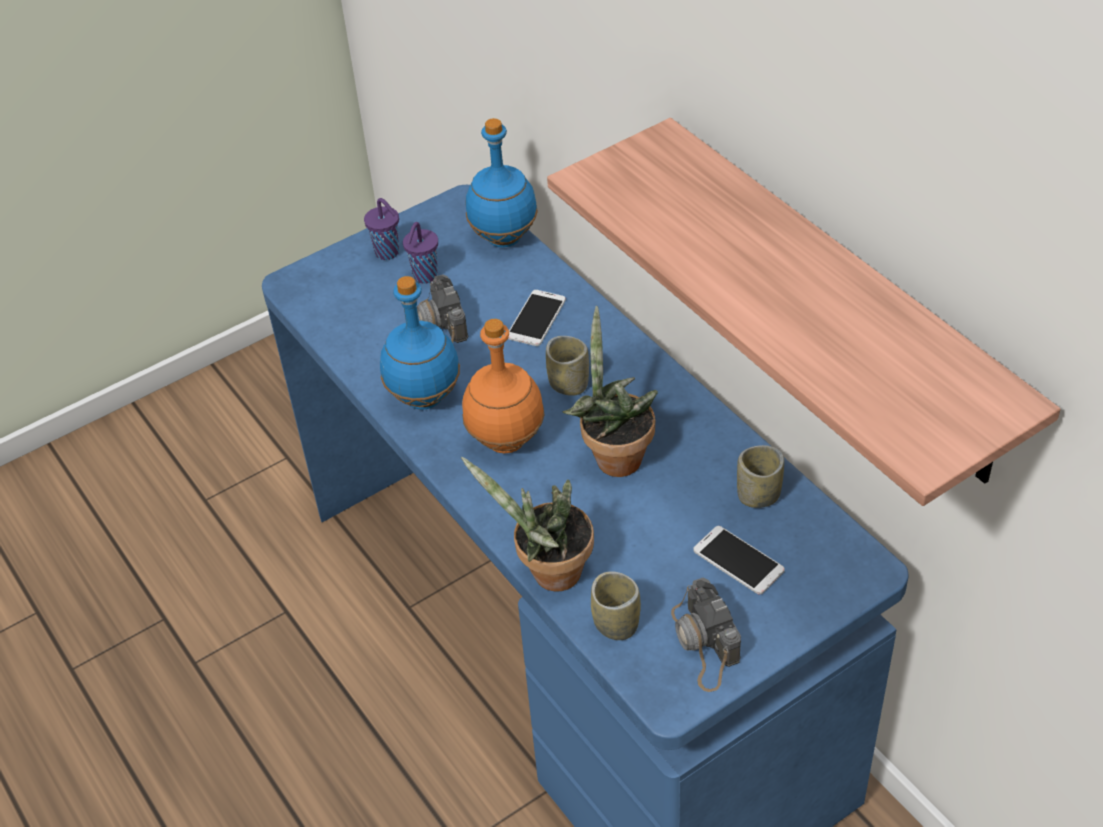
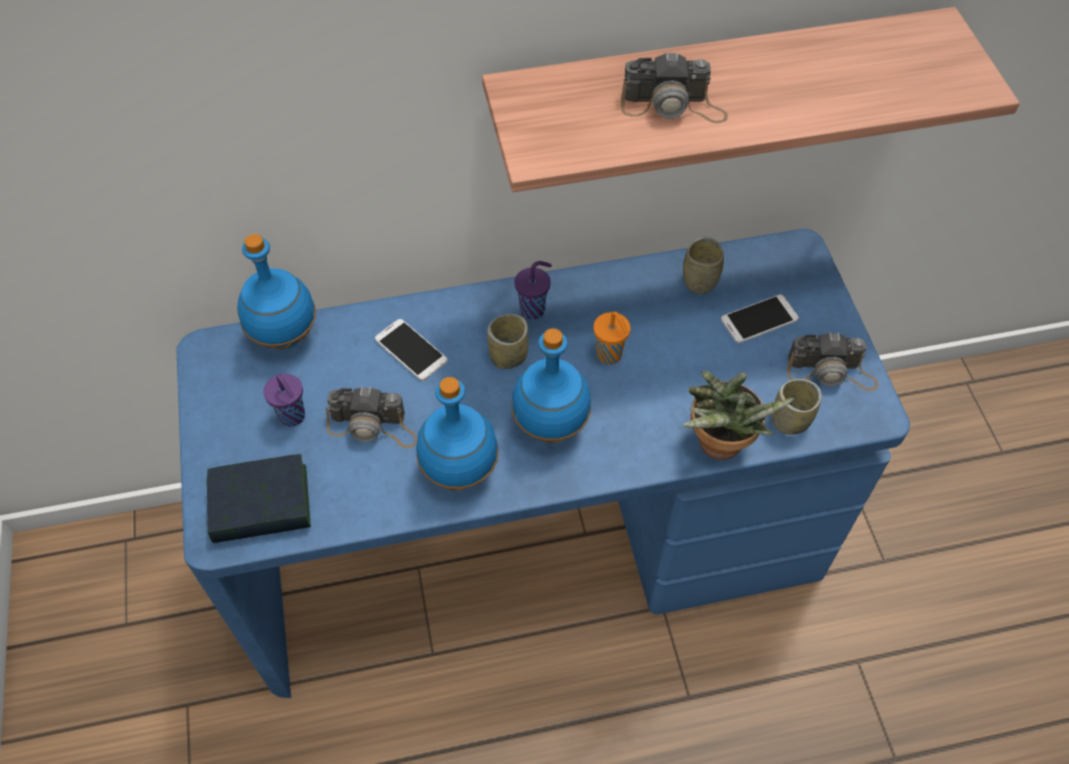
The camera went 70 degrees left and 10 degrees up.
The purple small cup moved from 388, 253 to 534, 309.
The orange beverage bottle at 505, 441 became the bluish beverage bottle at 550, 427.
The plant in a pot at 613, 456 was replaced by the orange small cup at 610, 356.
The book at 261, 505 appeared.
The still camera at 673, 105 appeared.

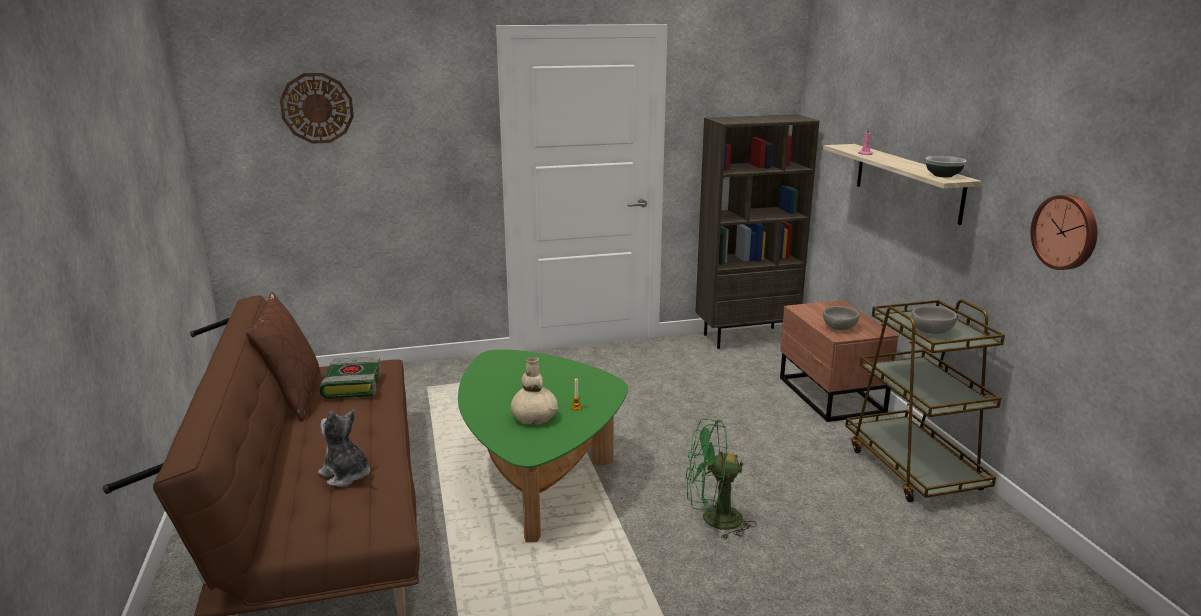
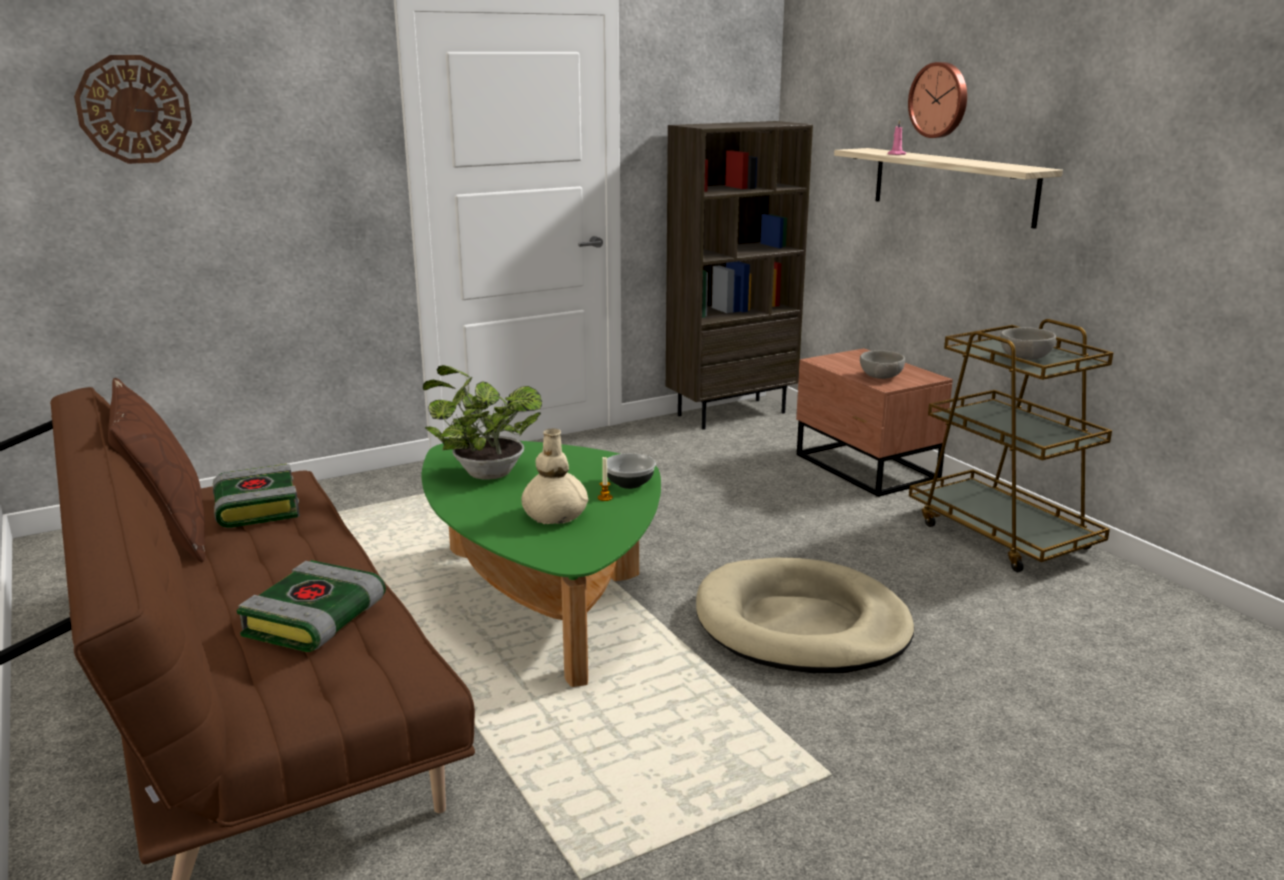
The camera went 15 degrees left and 0 degrees up.
The soft toy at 346, 475 was replaced by the book at 315, 621.
The greenish cooling fan at 713, 520 was replaced by the sand-coloured pet bed at 801, 624.
The serving bowl moved from 943, 175 to 630, 484.
The hanging clock moved from 1066, 232 to 940, 100.
The plant in a pot at 484, 473 appeared.

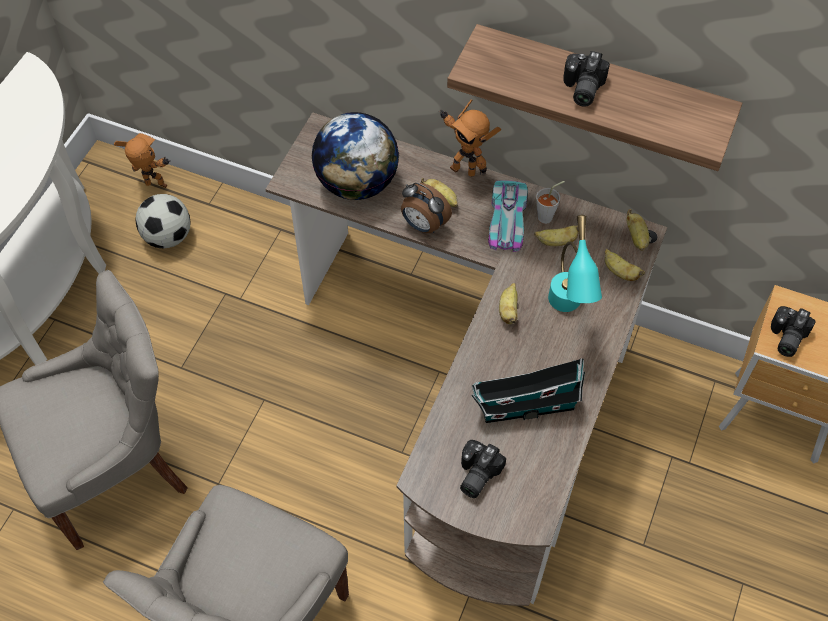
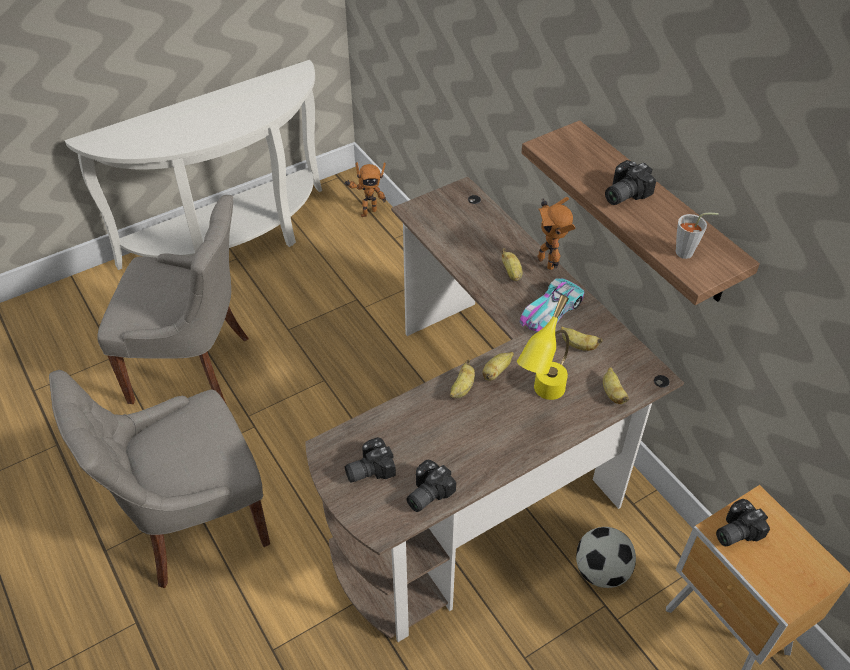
The camera went 35 degrees right and 10 degrees down.
The robot figure at 155, 188 turned 105 degrees clockwise.
The football ball moved from 168, 236 to 601, 571.
The globe at 356, 183 disappeared.
The bedside clock at 423, 225 disappeared.
The model house at 523, 406 disappeared.
The gray small cup moved from 548, 216 to 688, 253.
The blue-green lamp for a table at 566, 312 became the yellow-coloured lamp for a table at 542, 398.
The banana fruit moved from 636, 238 to 462, 388.
The still camera at 426, 493 appeared.

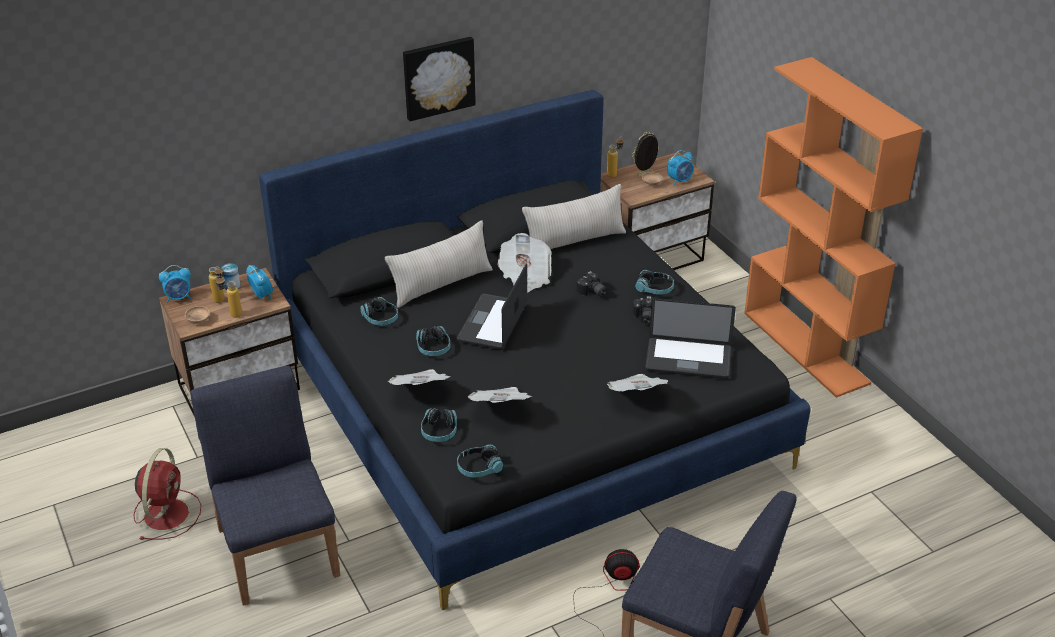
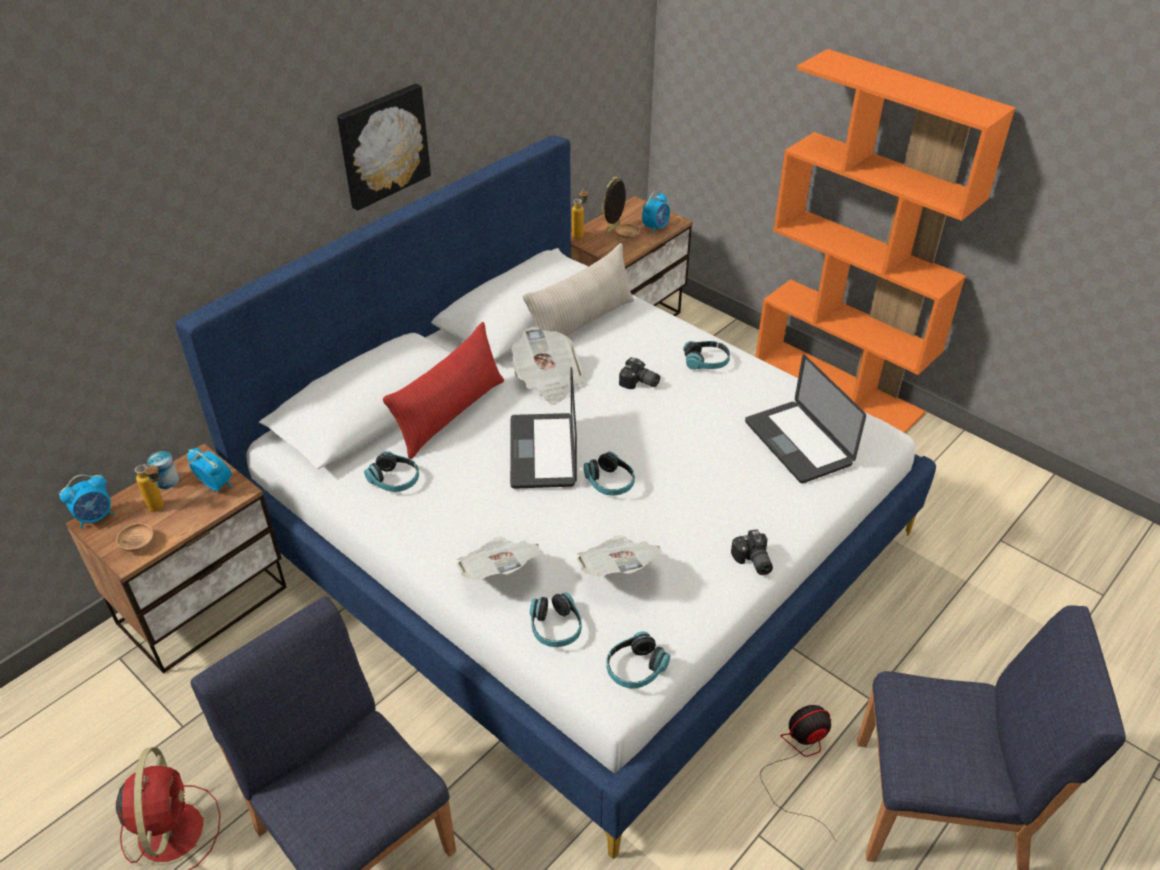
The camera went 20 degrees left and 5 degrees up.
The beverage bottle at 231, 314 disappeared.
The black-coloured bedroom bed at 527, 406 became the white-coloured bedroom bed at 579, 536.
The sand-coloured pillow at 441, 284 became the red pillow at 450, 414.
The pair of headphones moved from 433, 348 to 610, 482.
The newspaper at 636, 395 disappeared.
The still camera moved from 644, 317 to 752, 561.
The laptop at 688, 359 turned 75 degrees clockwise.

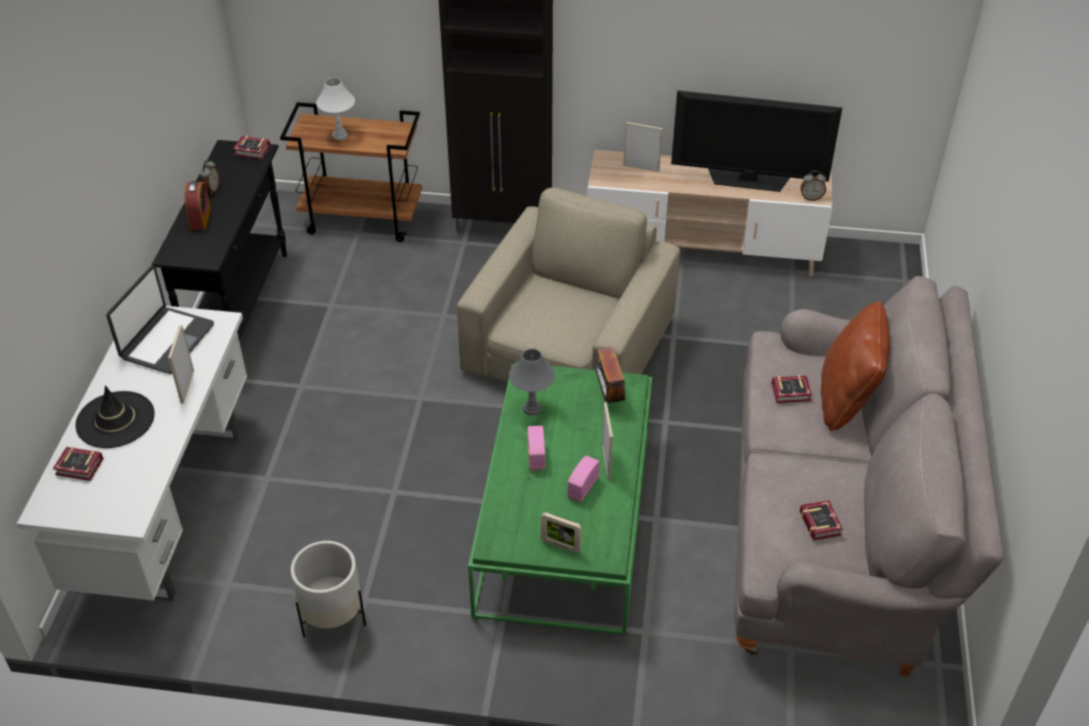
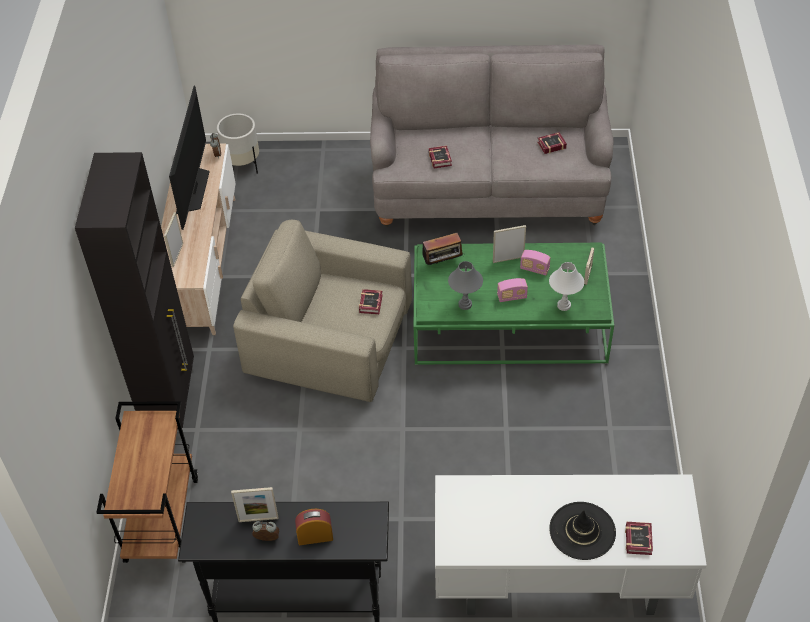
The camera went 95 degrees left and 5 degrees up.
The laptop at 166, 341 disappeared.
The standing frame moved from 187, 386 to 258, 519.
The book moved from 253, 151 to 371, 303.
The white-coloured flower pot moved from 332, 616 to 242, 164.
The white-coloured lamp for a table moved from 339, 136 to 564, 306.
The brown-coloured pillow at 846, 400 disappeared.

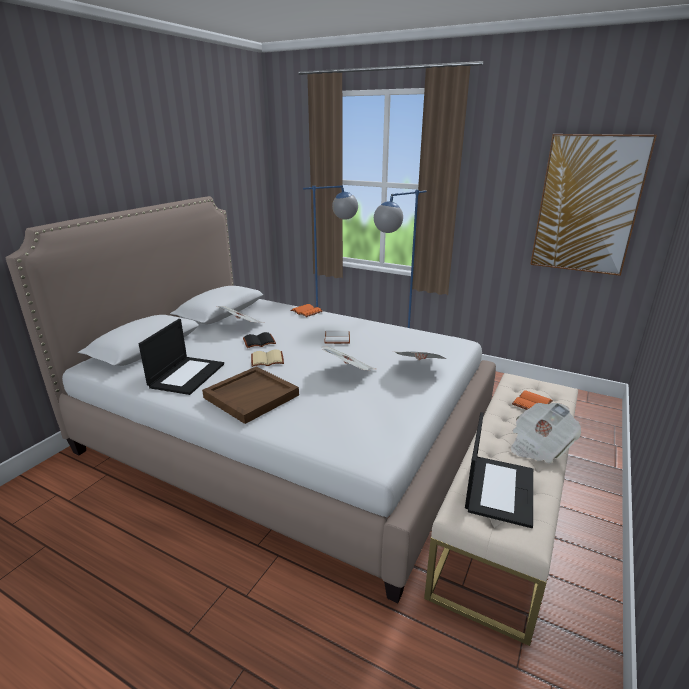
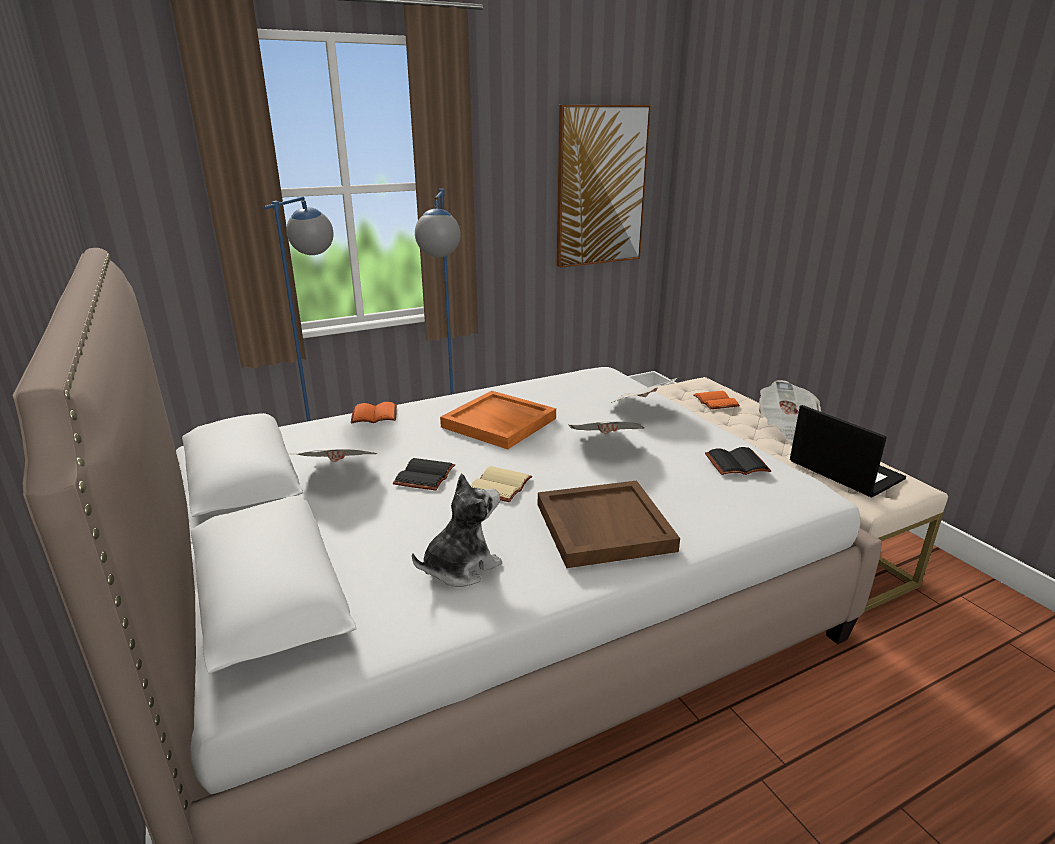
The camera went 55 degrees left and 0 degrees up.
The laptop at 187, 375 was replaced by the soft toy at 460, 567.
The white-coloured book at 338, 338 was replaced by the orange tray at 500, 423.
The black-coloured book at 737, 463 appeared.

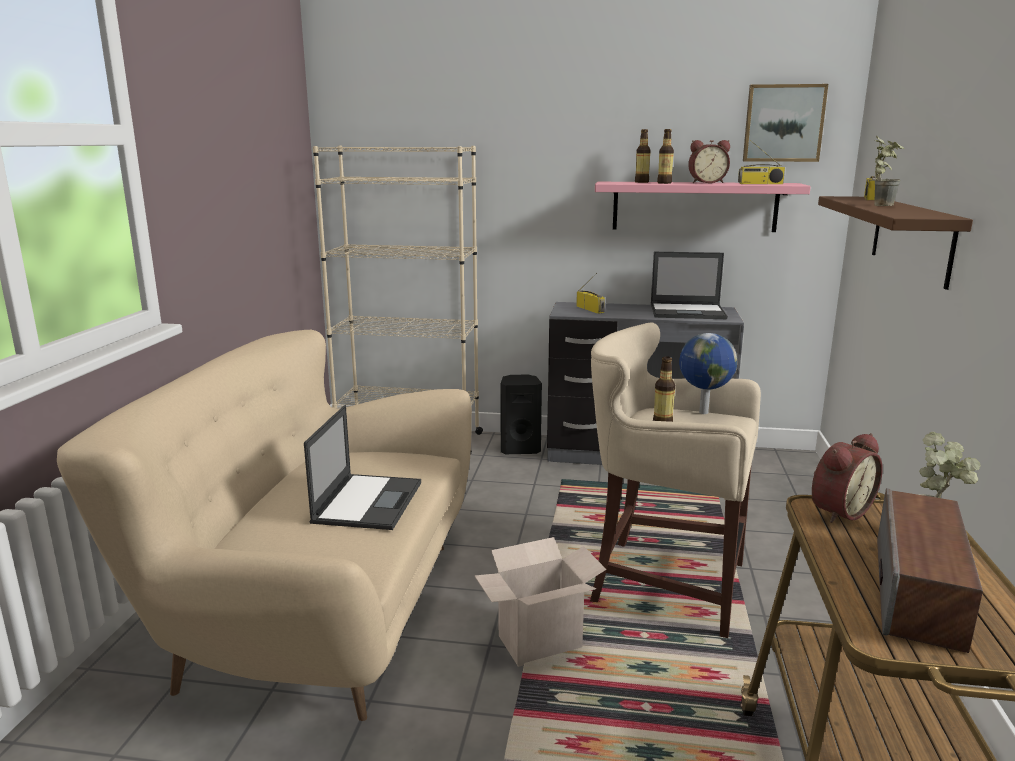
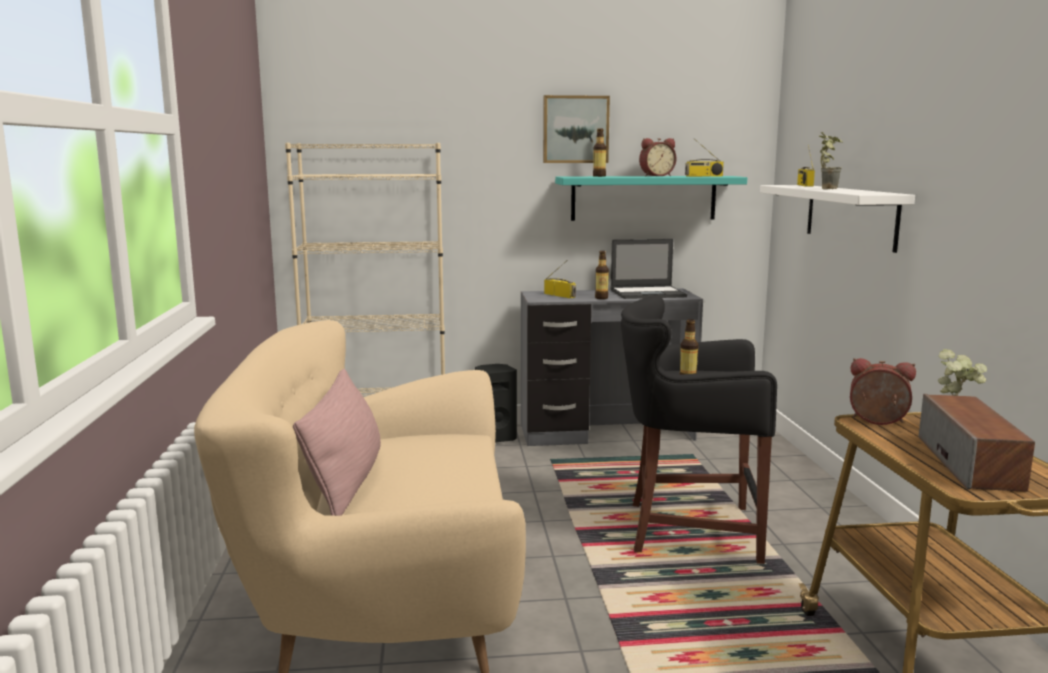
The camera went 15 degrees left and 5 degrees down.
The laptop at 368, 501 disappeared.
The cardboard box at 538, 644 disappeared.
The sand-coloured stool at 663, 583 became the black-coloured stool at 688, 530.
The pinkish bracket shelf at 694, 206 became the blue-green bracket shelf at 643, 198.
The beverage bottle moved from 664, 183 to 601, 298.
The globe at 702, 412 disappeared.
The wall art moved from 783, 123 to 575, 129.
The bedside clock at 837, 511 turned 105 degrees counterclockwise.
The brown-coloured bracket shelf at 911, 238 became the white-coloured bracket shelf at 850, 215.
The pinkish pillow at 345, 481 appeared.

